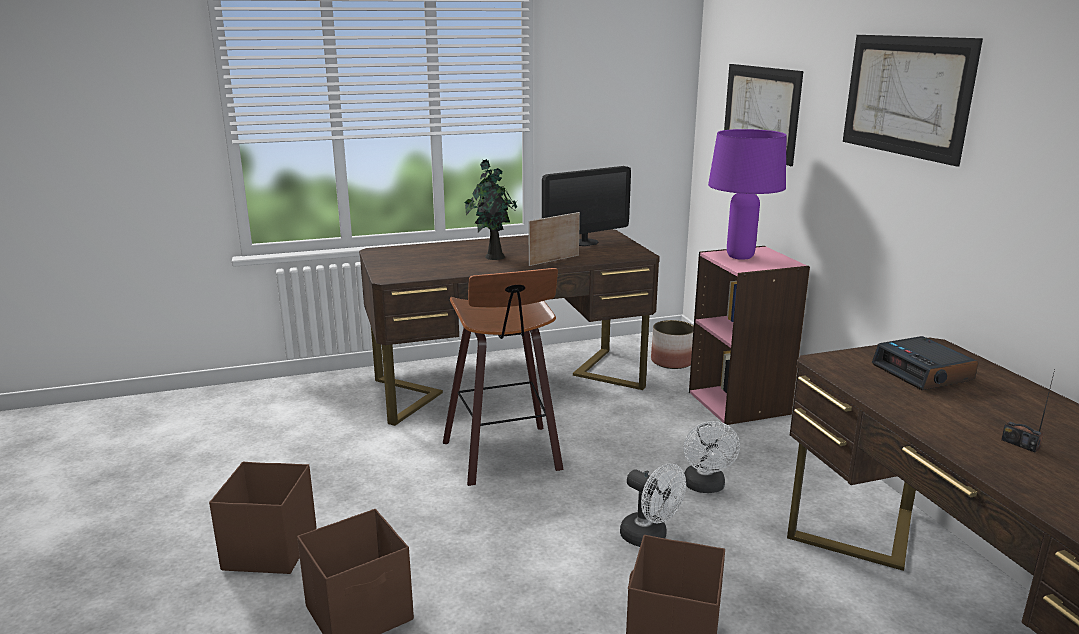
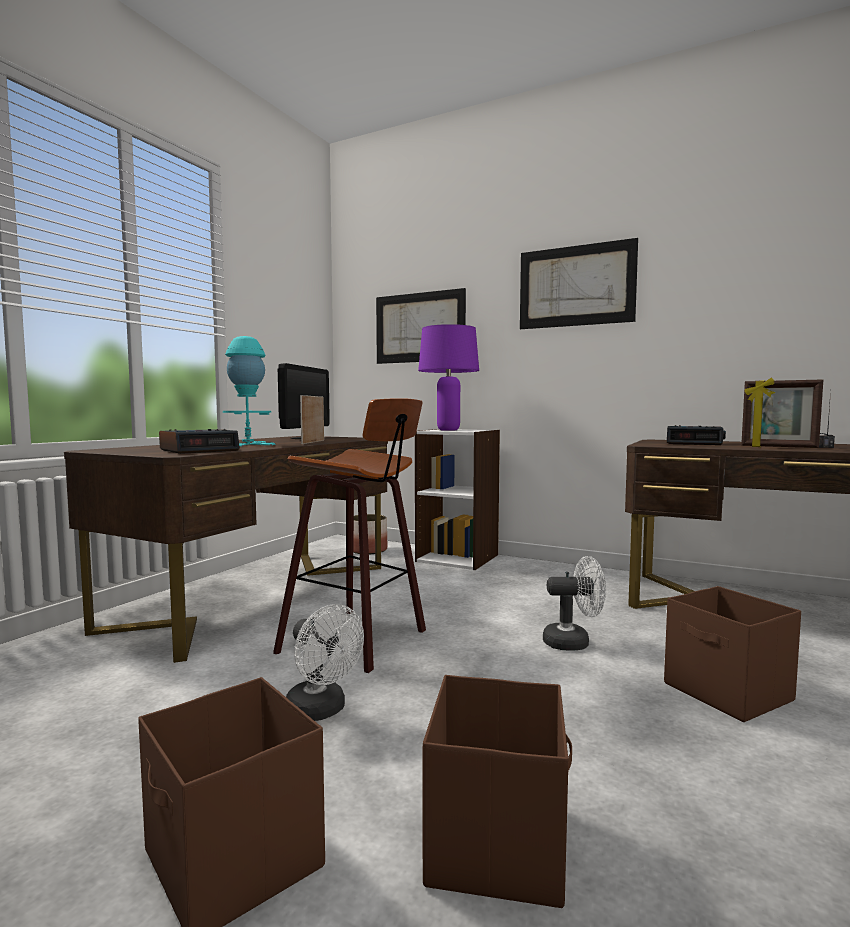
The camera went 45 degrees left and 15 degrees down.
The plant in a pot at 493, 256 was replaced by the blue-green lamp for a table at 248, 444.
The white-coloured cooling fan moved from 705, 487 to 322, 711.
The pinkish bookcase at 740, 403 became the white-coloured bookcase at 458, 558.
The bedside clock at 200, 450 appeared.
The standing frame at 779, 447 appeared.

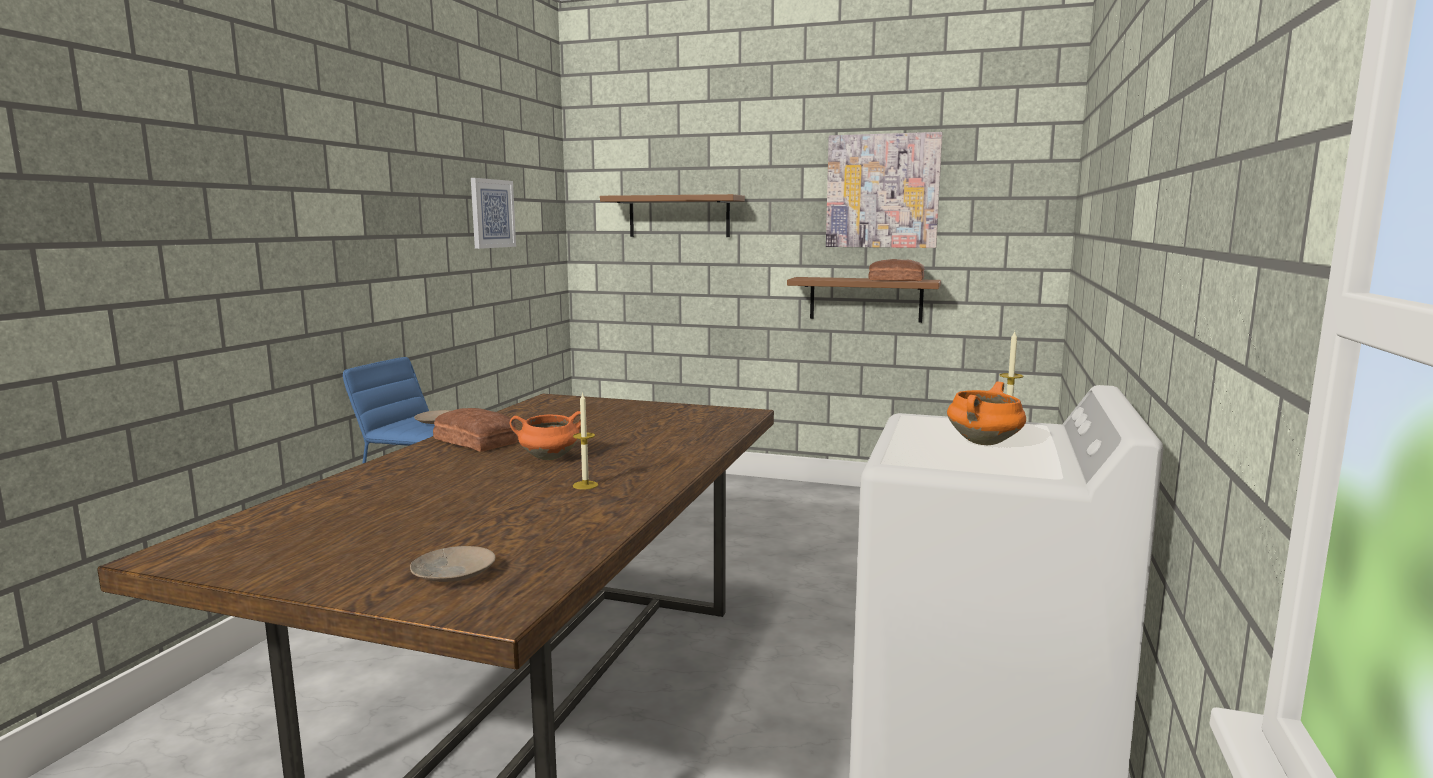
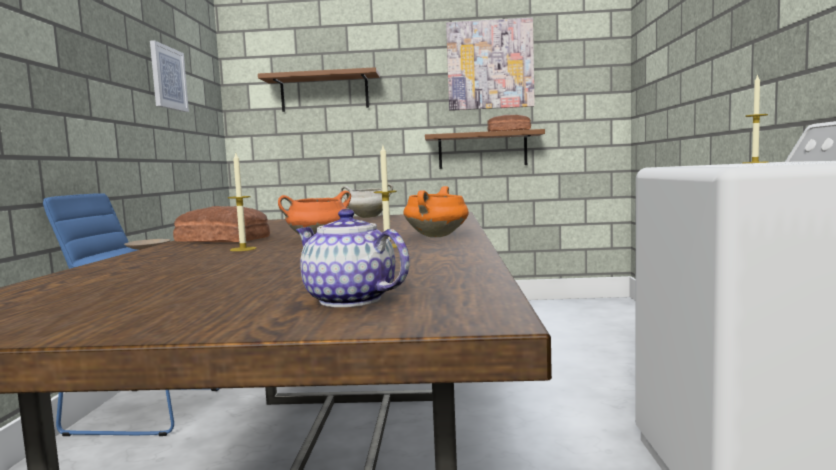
The camera went 15 degrees left and 5 degrees down.
The sand-coloured flat dish at 452, 573 was replaced by the tea pot at 350, 300.
The orange cooking pot moved from 984, 443 to 437, 236.
The candle at 243, 249 appeared.
The white-coloured cooking pot at 367, 217 appeared.

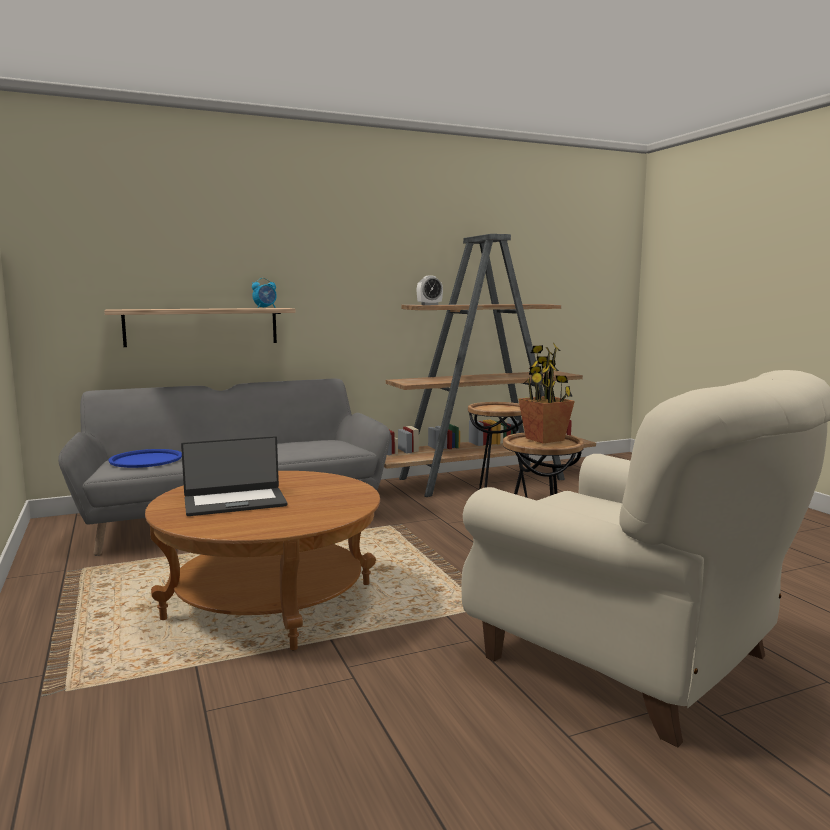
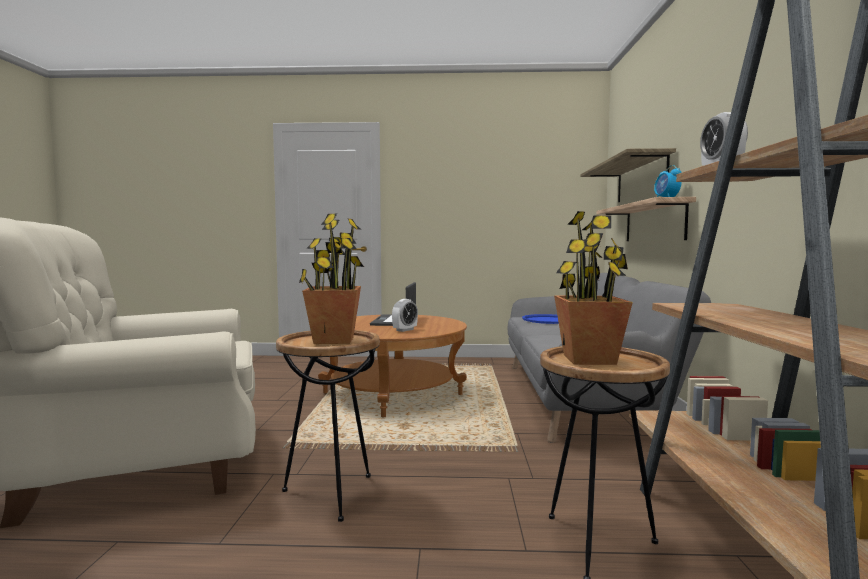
The camera went 115 degrees right and 5 degrees down.
The bedside clock at 405, 330 appeared.
The plant in a pot at 589, 359 appeared.
The bracket shelf at 641, 180 appeared.

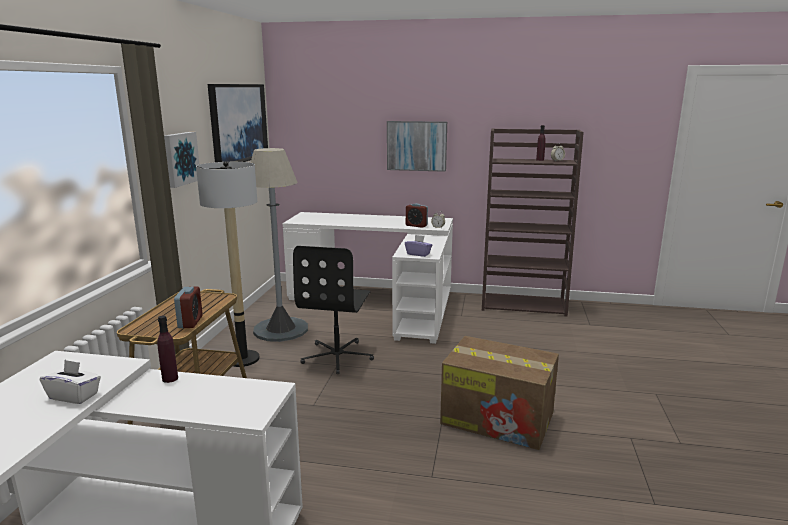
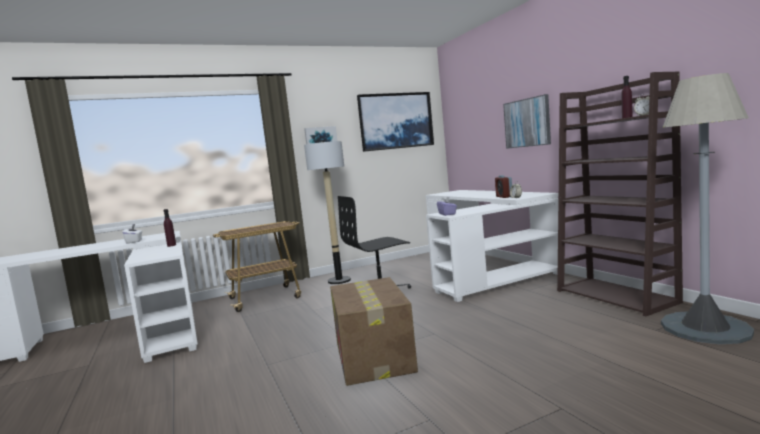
The camera went 55 degrees right and 10 degrees down.
The bedside clock at 190, 322 disappeared.
The gray standing lamp moved from 281, 329 to 705, 328.

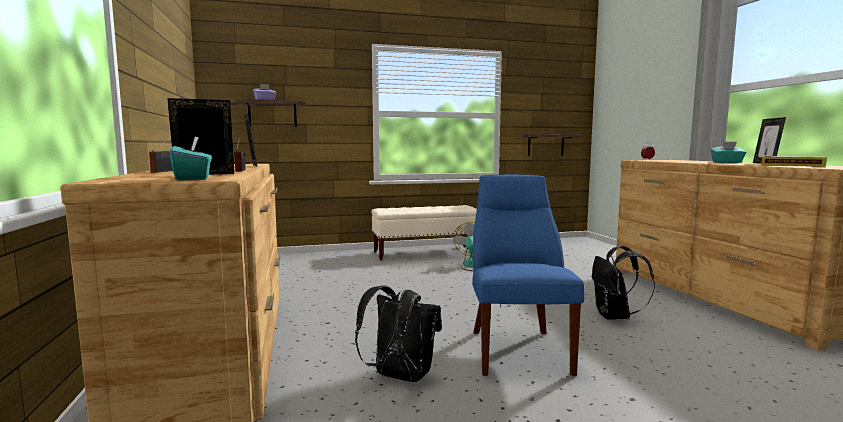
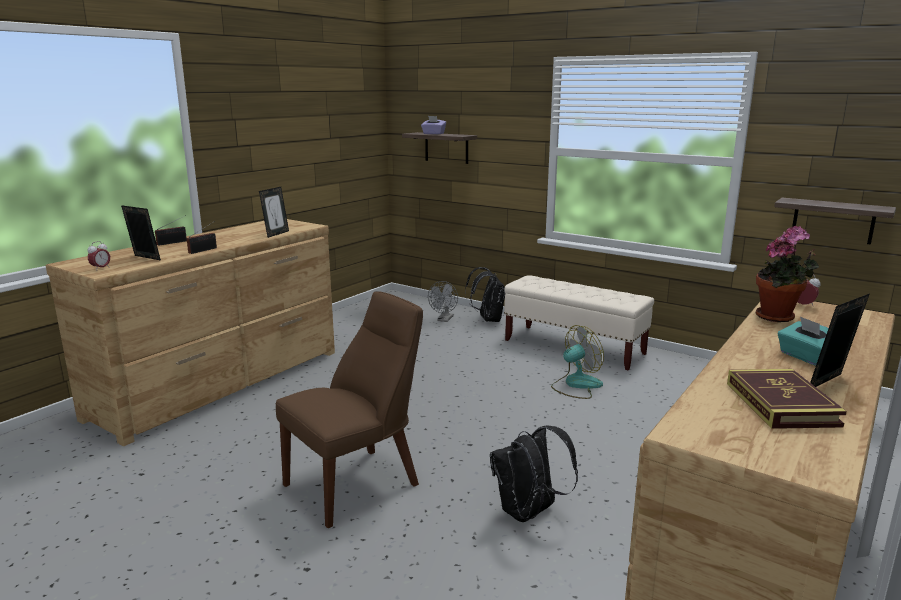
The camera went 50 degrees right and 10 degrees up.
The blue-green tissue holder at 193, 179 was replaced by the bedside clock at 101, 268.
The black-coloured backpack moved from 399, 377 to 488, 319.
The bluish upright chair at 517, 349 became the brown-coloured upright chair at 357, 483.
The gray cooling fan at 444, 319 appeared.
The plant in a pot at 778, 317 appeared.

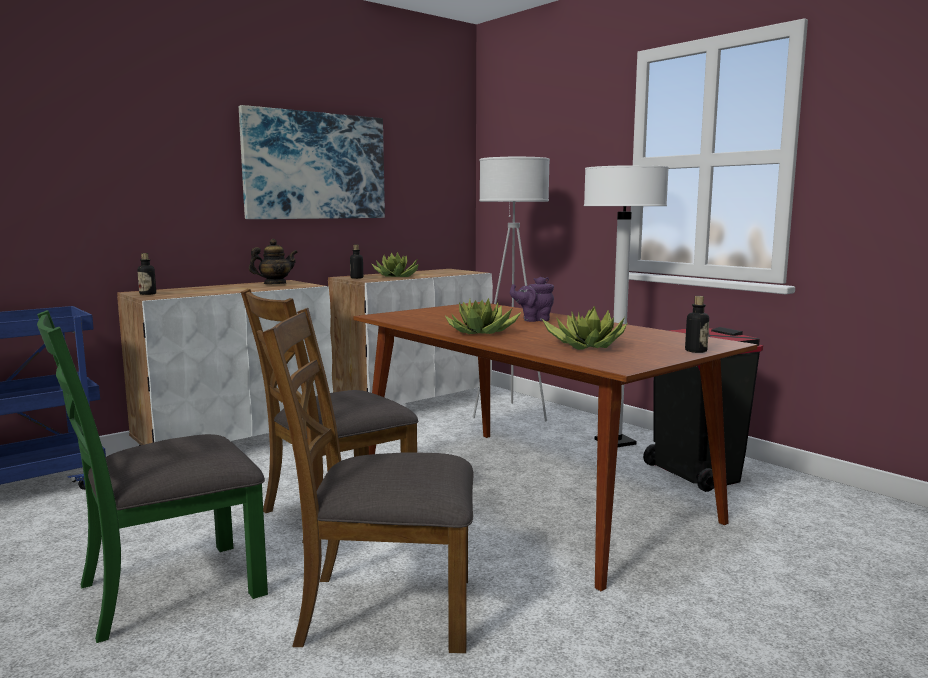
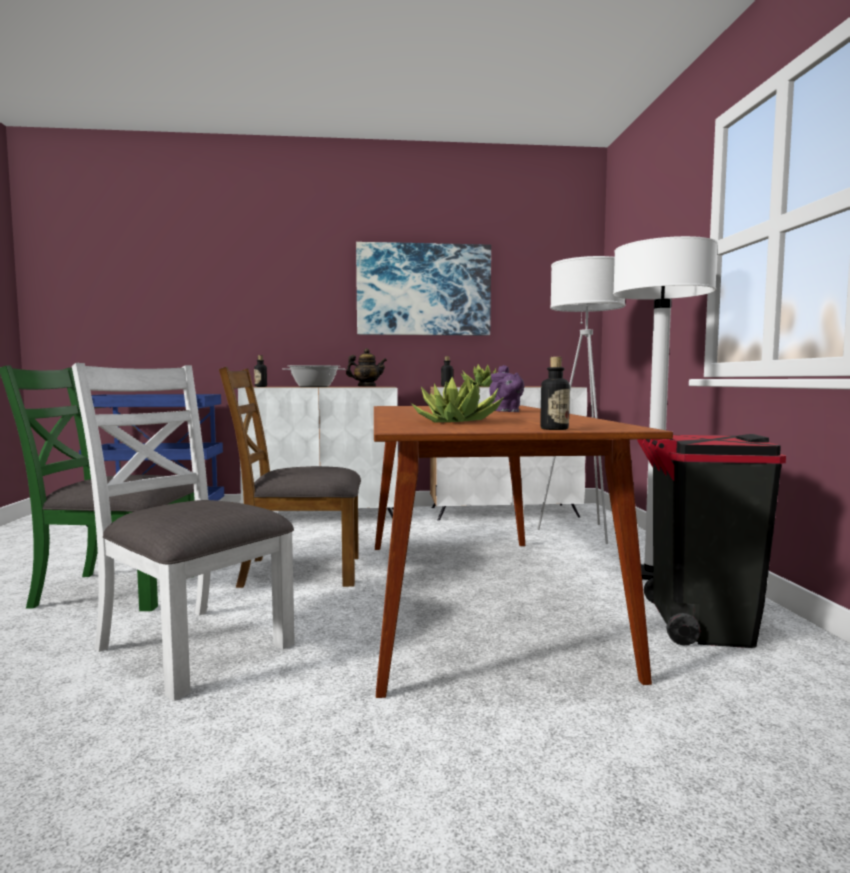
The camera went 35 degrees right and 5 degrees down.
The brown-coloured upright chair at 384, 609 became the white-coloured upright chair at 191, 646.
The plant in a pot at 481, 332 disappeared.
The purple tea pot at 533, 320 turned 135 degrees counterclockwise.
The cooking pot at 313, 386 appeared.

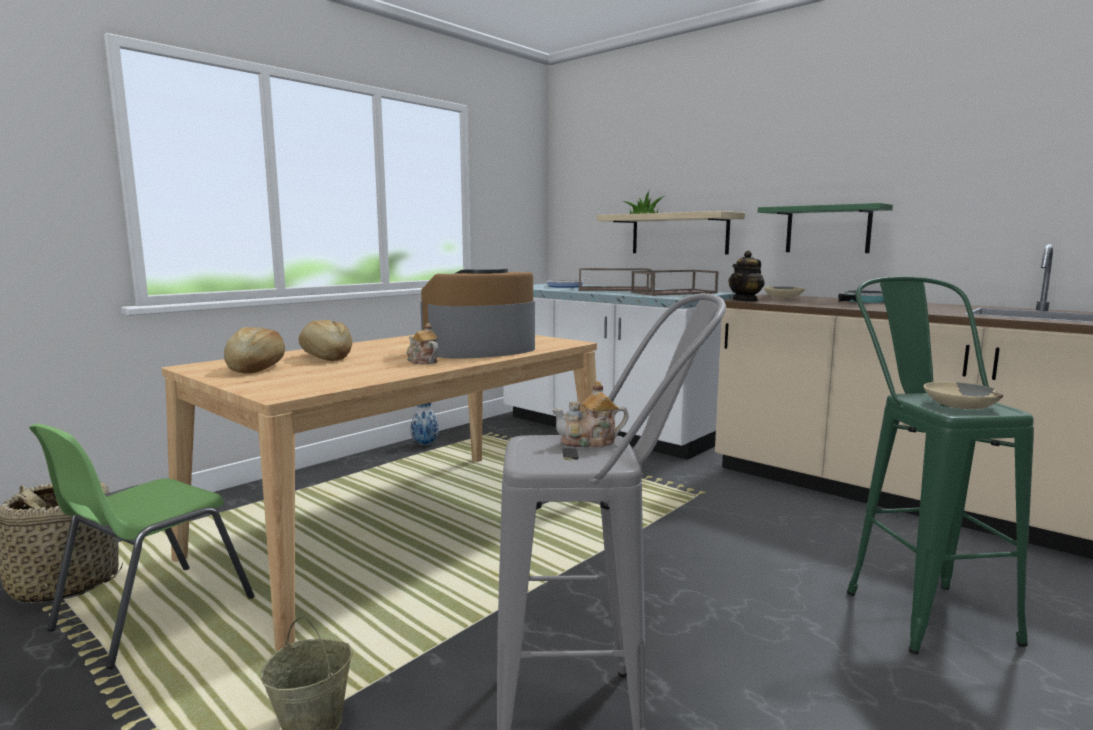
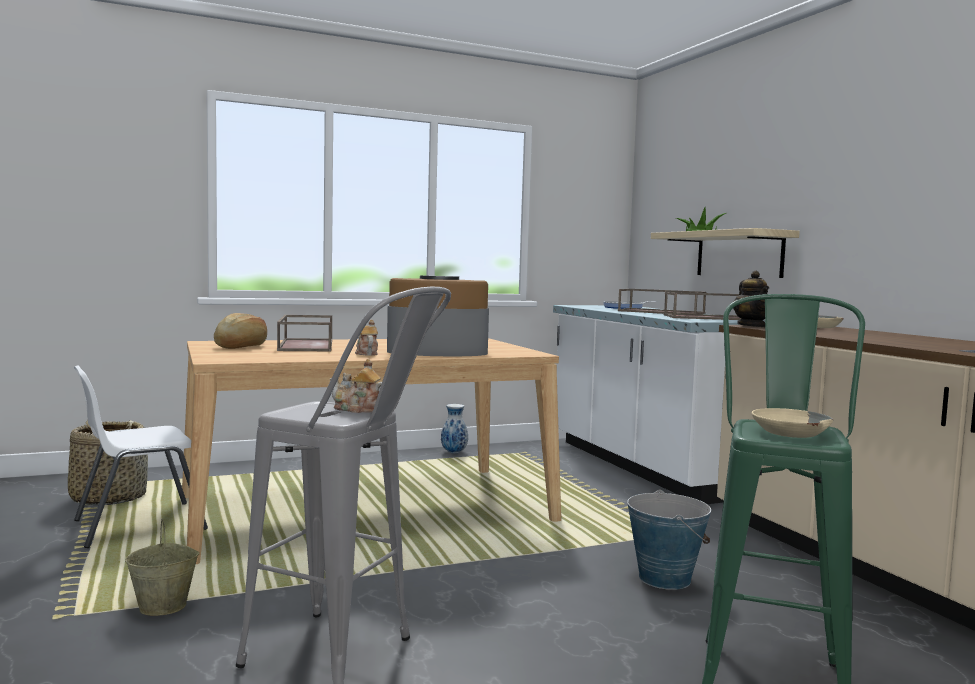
The camera went 25 degrees right and 5 degrees down.
The greenish upright chair at 150, 614 became the white-coloured upright chair at 137, 525.
The baked bread at 325, 357 was replaced by the brown-coloured tray at 305, 345.
The tea pot at 745, 300 turned 75 degrees counterclockwise.
The greenish bracket shelf at 827, 229 disappeared.
The frying pan at 864, 301 disappeared.
The pail at 664, 578 appeared.

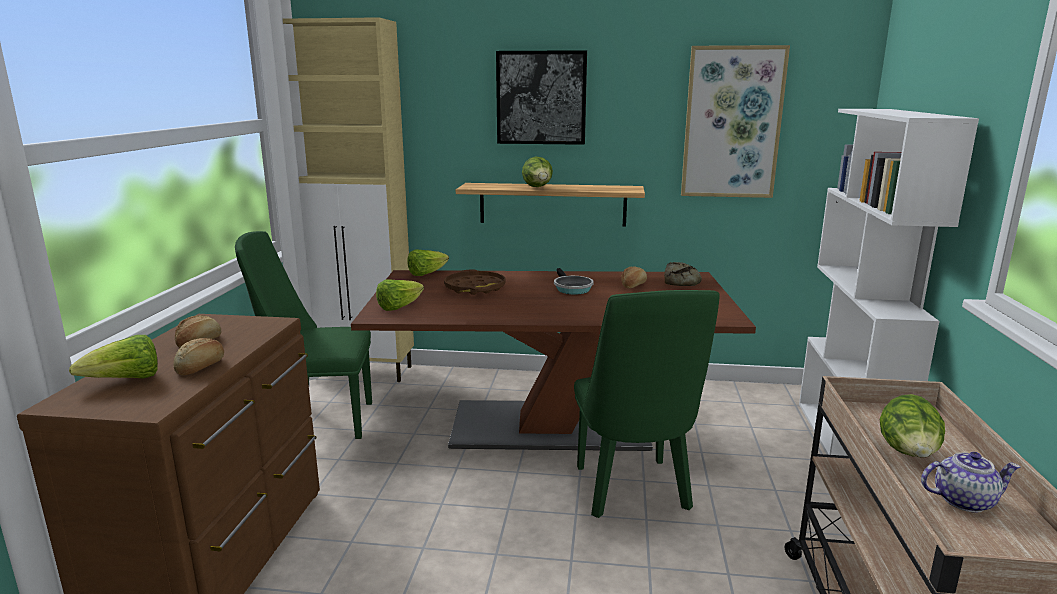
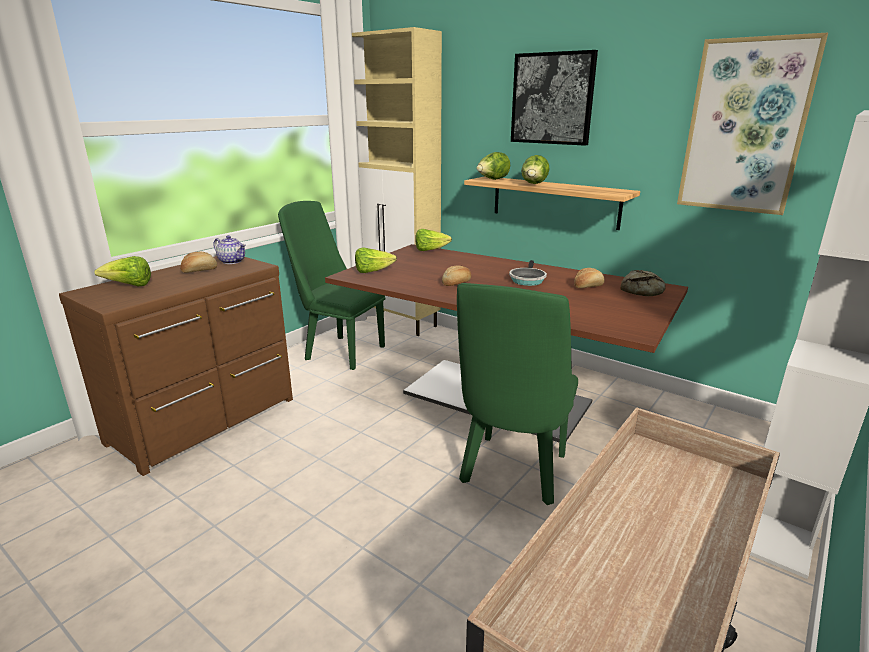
The camera went 30 degrees right and 5 degrees up.
The baked bread moved from 202, 367 to 457, 283.
The brown-coloured tray at 475, 288 disappeared.
The lettuce head moved from 908, 454 to 492, 180.
The tea pot moved from 964, 500 to 232, 261.

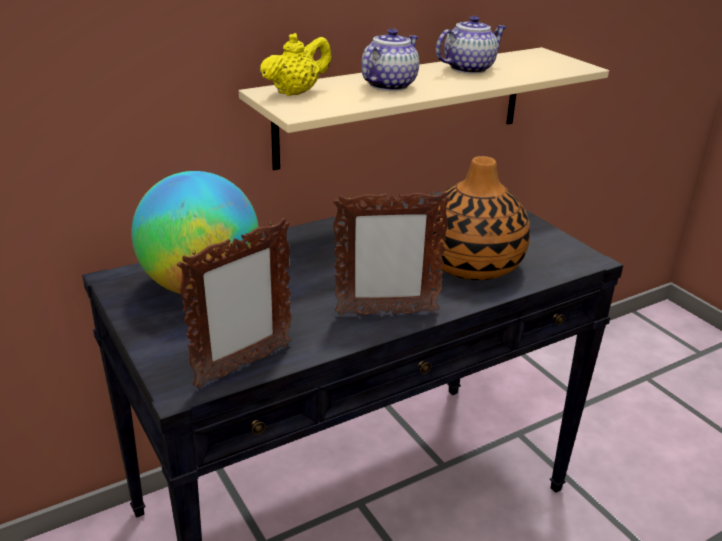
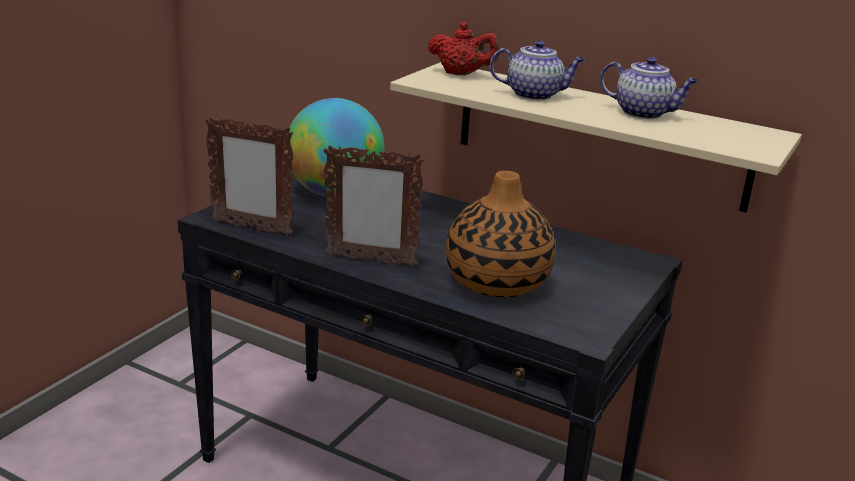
The camera went 60 degrees right and 5 degrees down.
The yellow-coloured tea pot at 296, 92 became the red tea pot at 461, 74.
The standing frame at 386, 313 turned 45 degrees counterclockwise.

